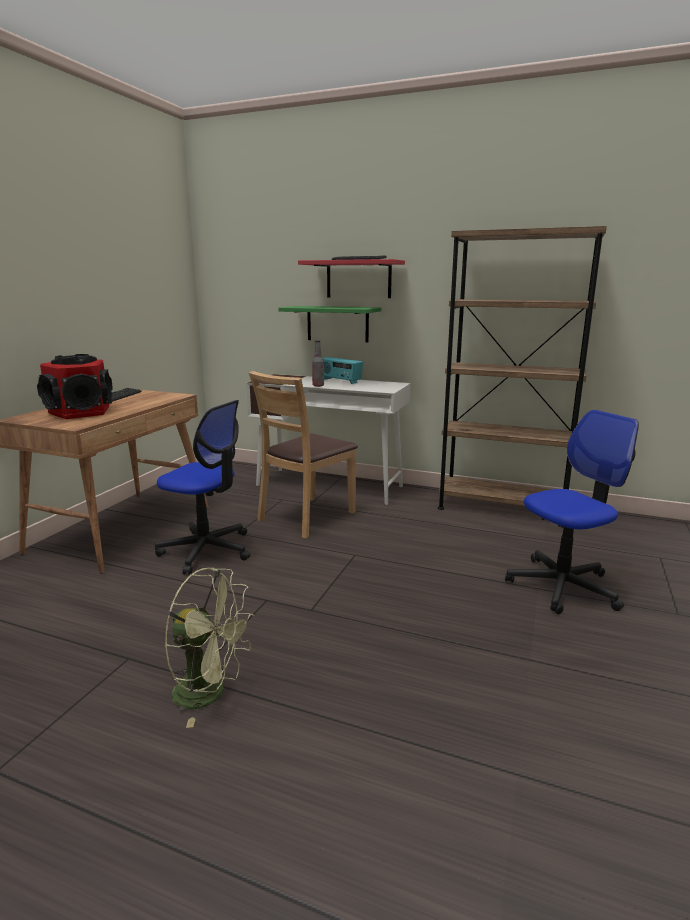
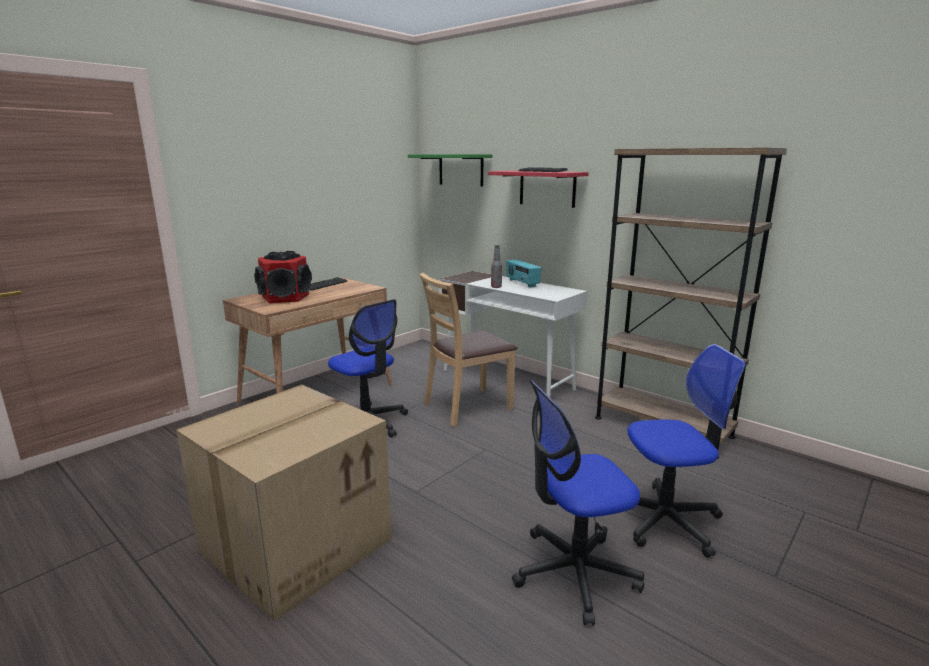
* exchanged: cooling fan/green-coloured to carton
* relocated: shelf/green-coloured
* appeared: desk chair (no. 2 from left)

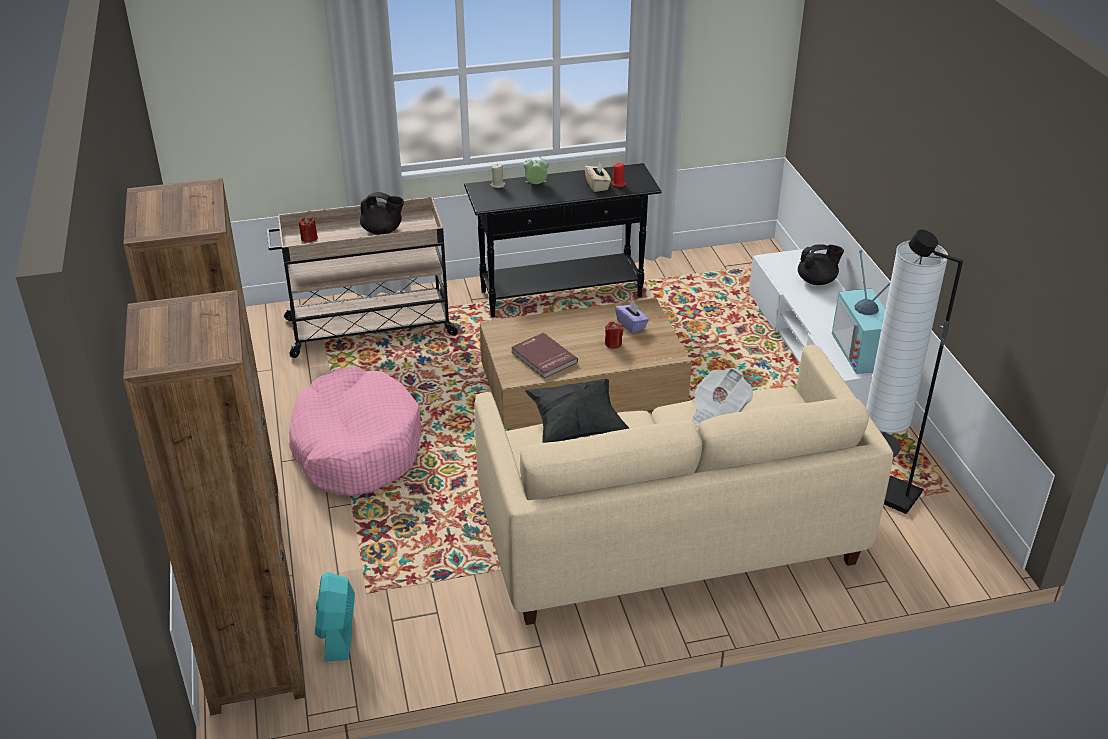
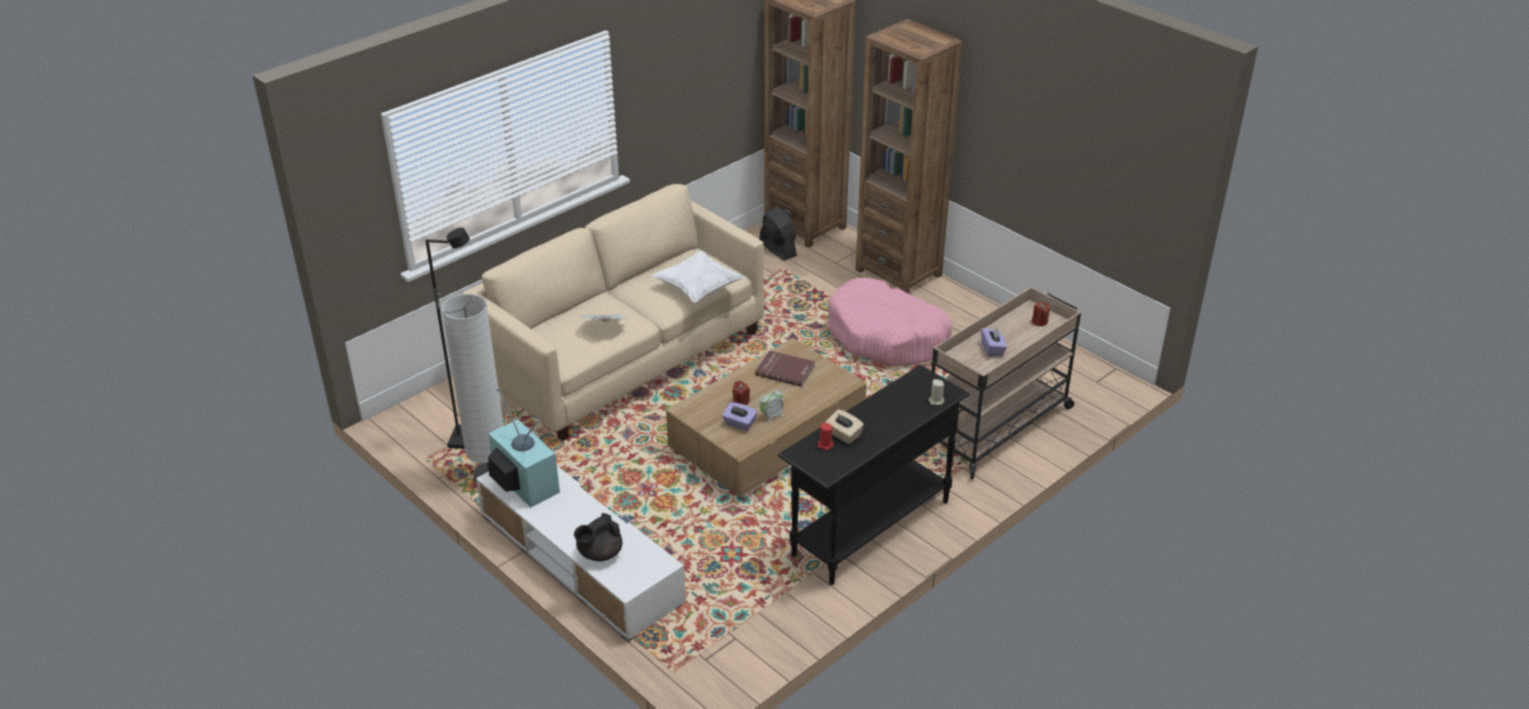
* colour: throw pillow/black to throw pillow/white-coloured
* colour: cooling fan/blue-green to cooling fan/black
* relocated: alarm clock
* exchanged: tea pot/black (no. 1 from left) to tissue holder/purplish (no. 2 from left)

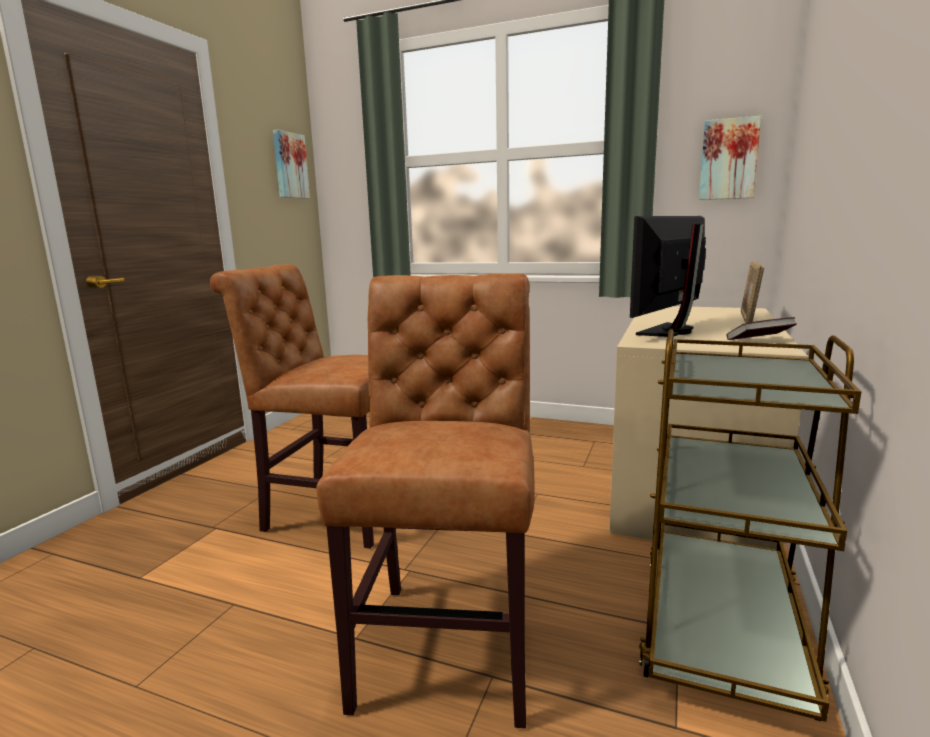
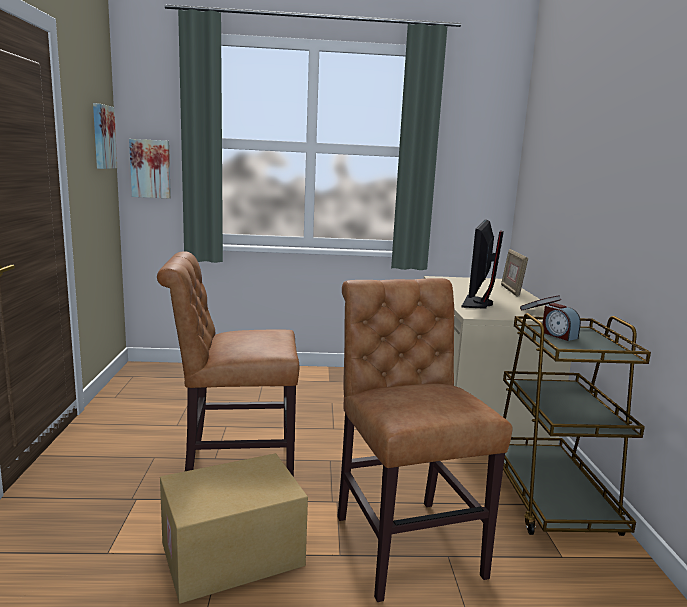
* relocated: wall art (no. 2 from left)
* appeared: carton
* appeared: alarm clock

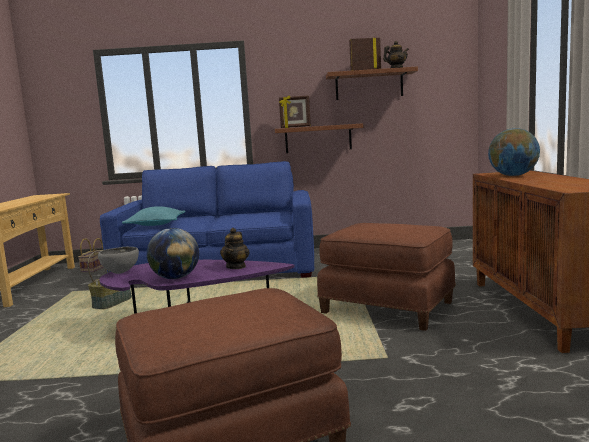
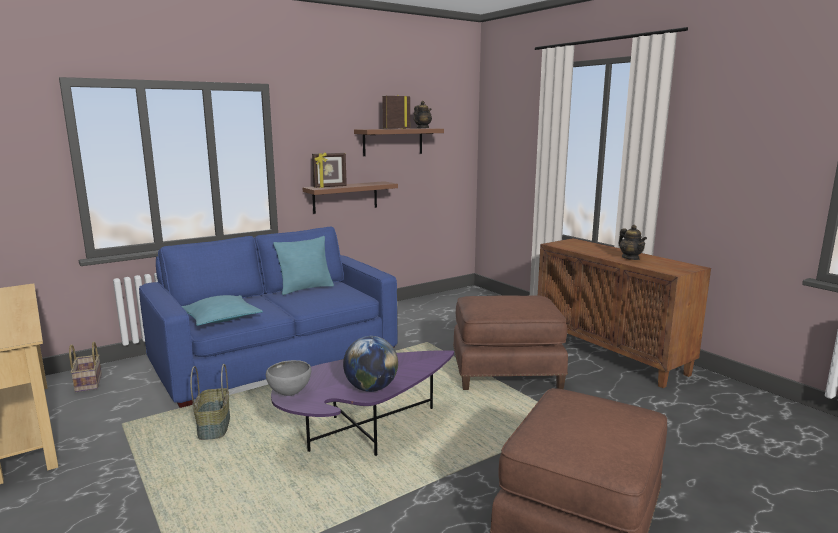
* appeared: throw pillow/blue-green (no. 2 from left)
* relocated: tea pot (no. 1 from left in the first image) to tea pot (no. 2 from left)
* missing: world globe (no. 2 from left)

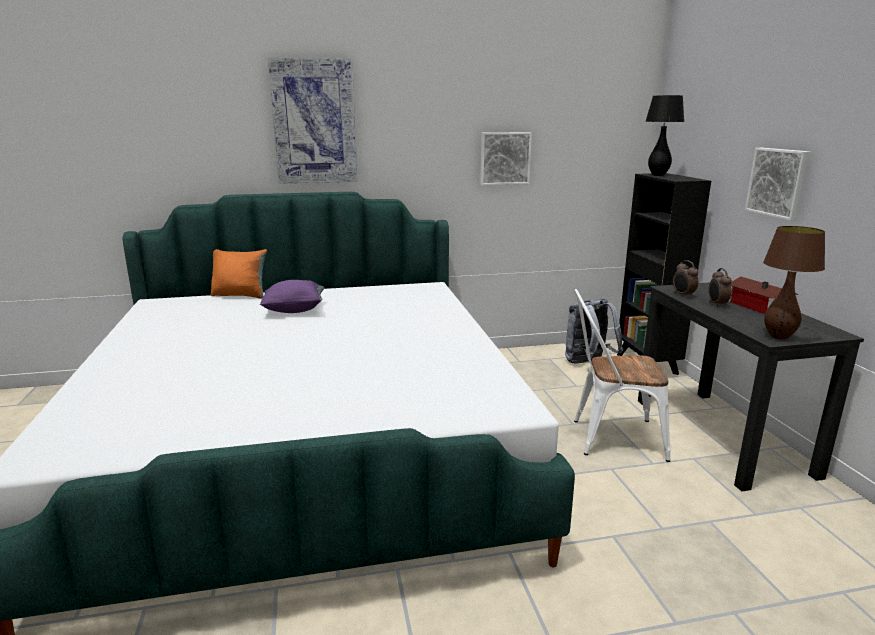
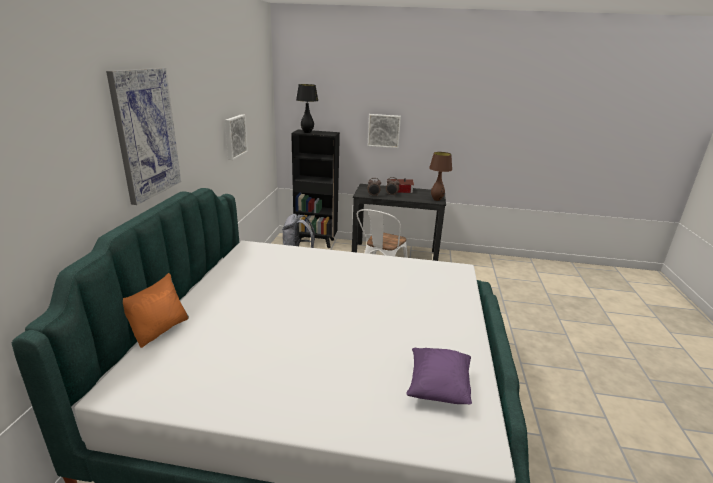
* relocated: throw pillow/purplish

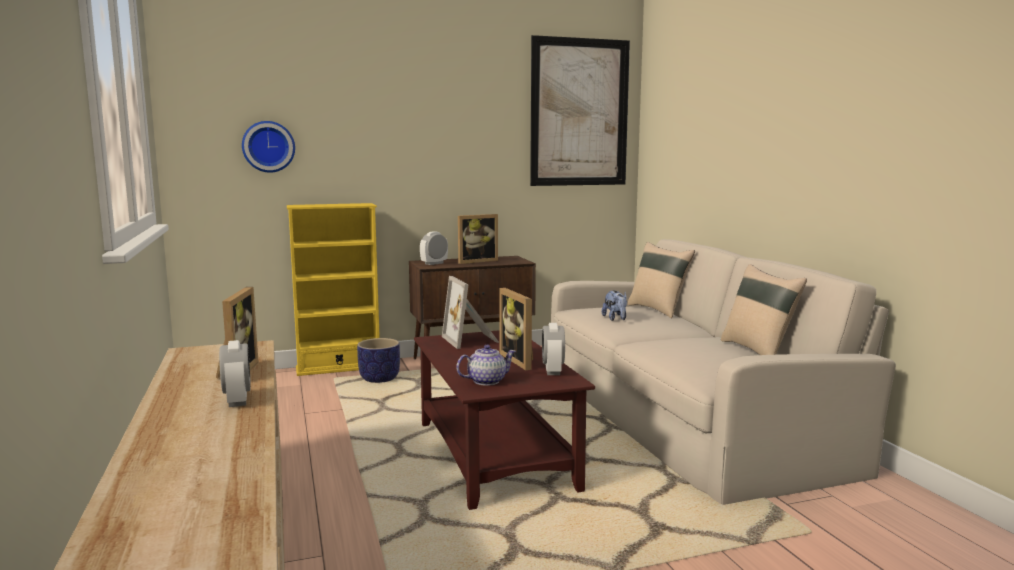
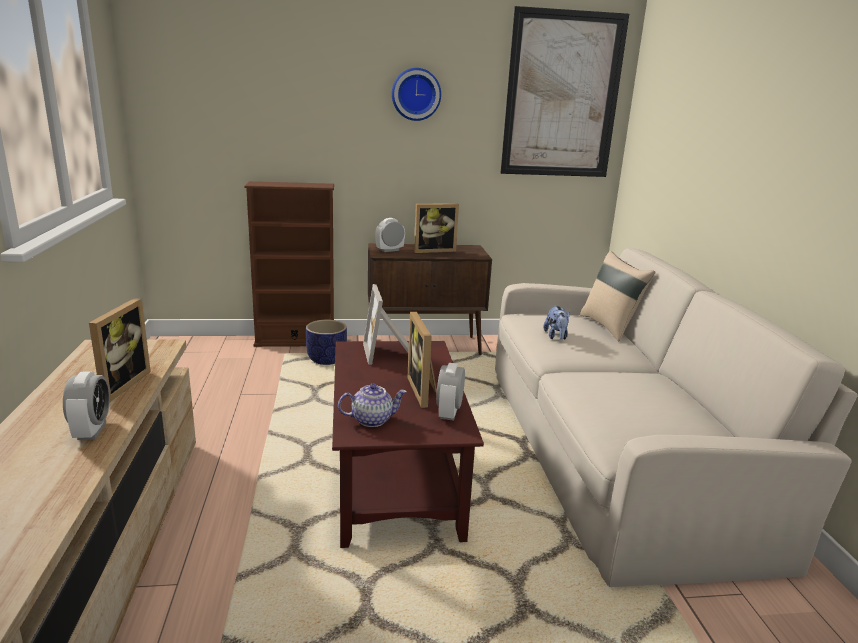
* colour: shelving unit/yellow to shelving unit/brown-coloured
* relocated: hanging clock
* missing: throw pillow/beige-coloured (no. 2 from left)

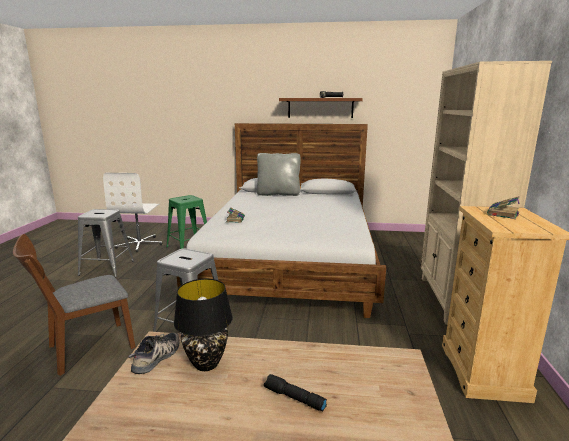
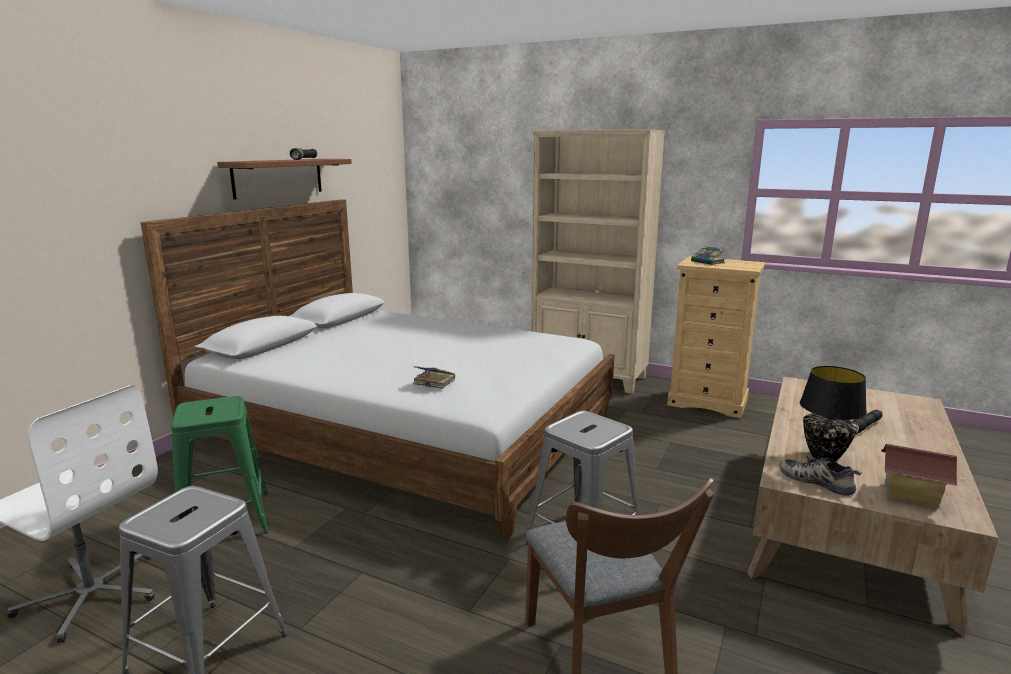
* appeared: toy house
* missing: throw pillow/gray

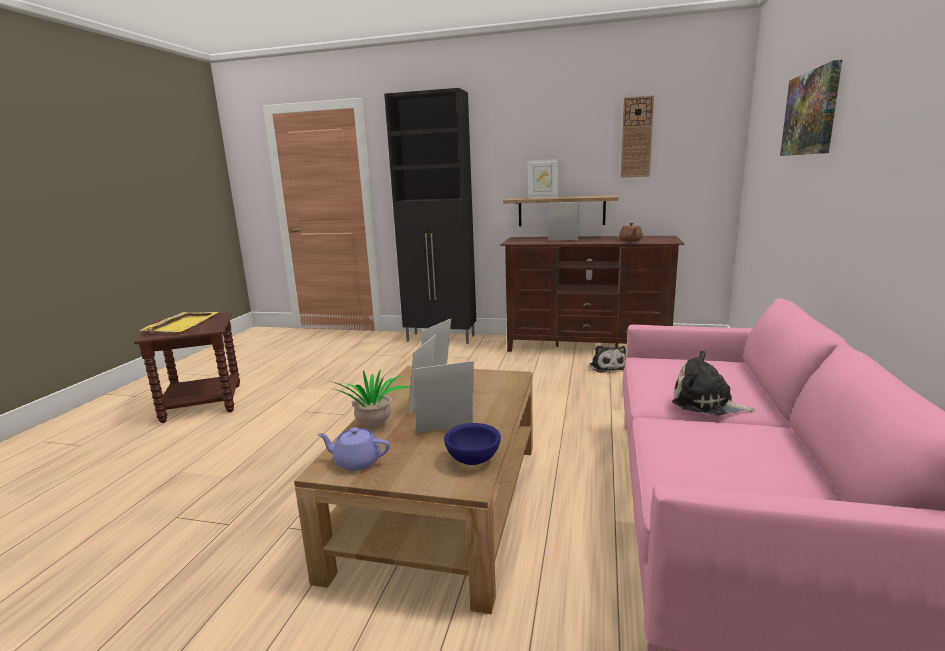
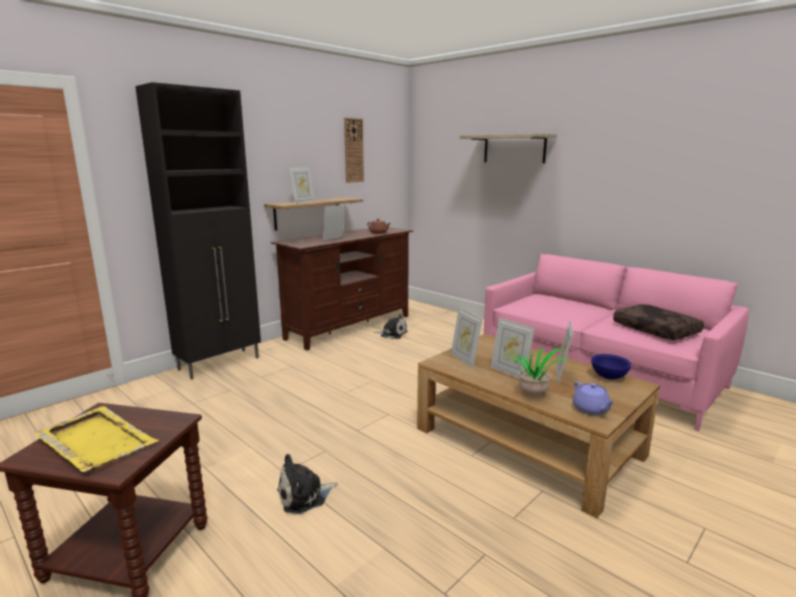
* relocated: cuddly toy (no. 2 from left in the first image) to cuddly toy (no. 1 from left)
* exchanged: wall art to shelf (no. 2 from left)
* spun: tea pot/purplish 60 degrees counterclockwise
* appeared: throw pillow/brown-coloured

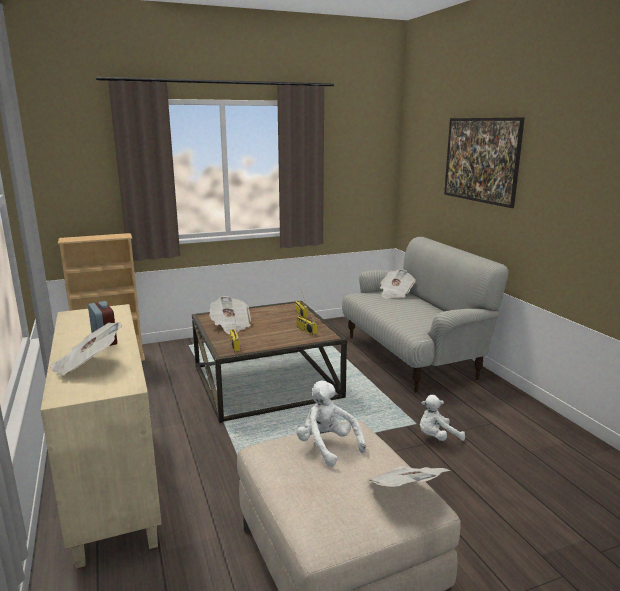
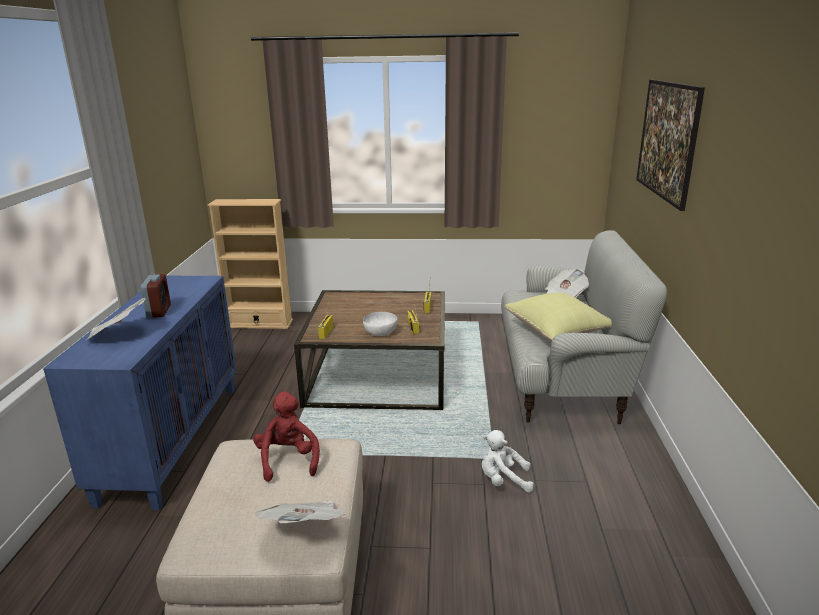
* colour: storage cabinet/beige-coloured to storage cabinet/blue-coloured
* colour: cuddly toy/white-coloured (no. 1 from left) to cuddly toy/red-coloured
* appeared: serving bowl/white-coloured
* appeared: throw pillow/yellow
* missing: daily paper (no. 2 from left)

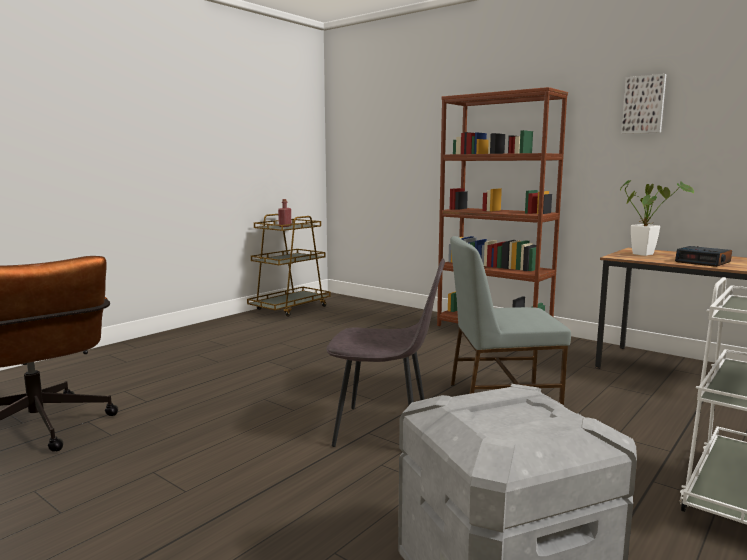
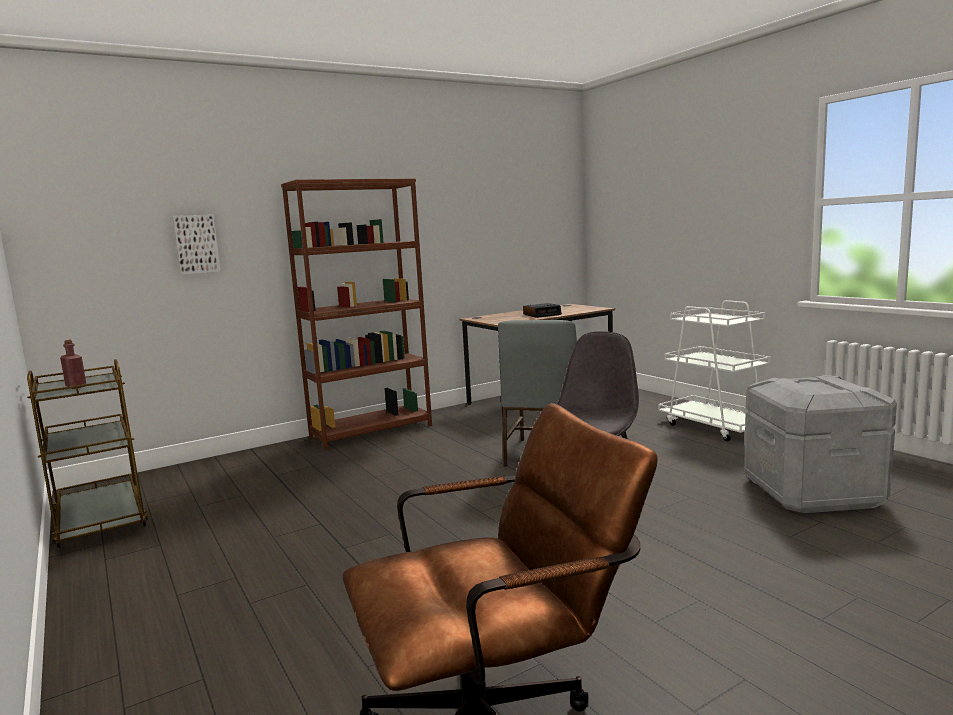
* relocated: wall art
* missing: plant in a pot

